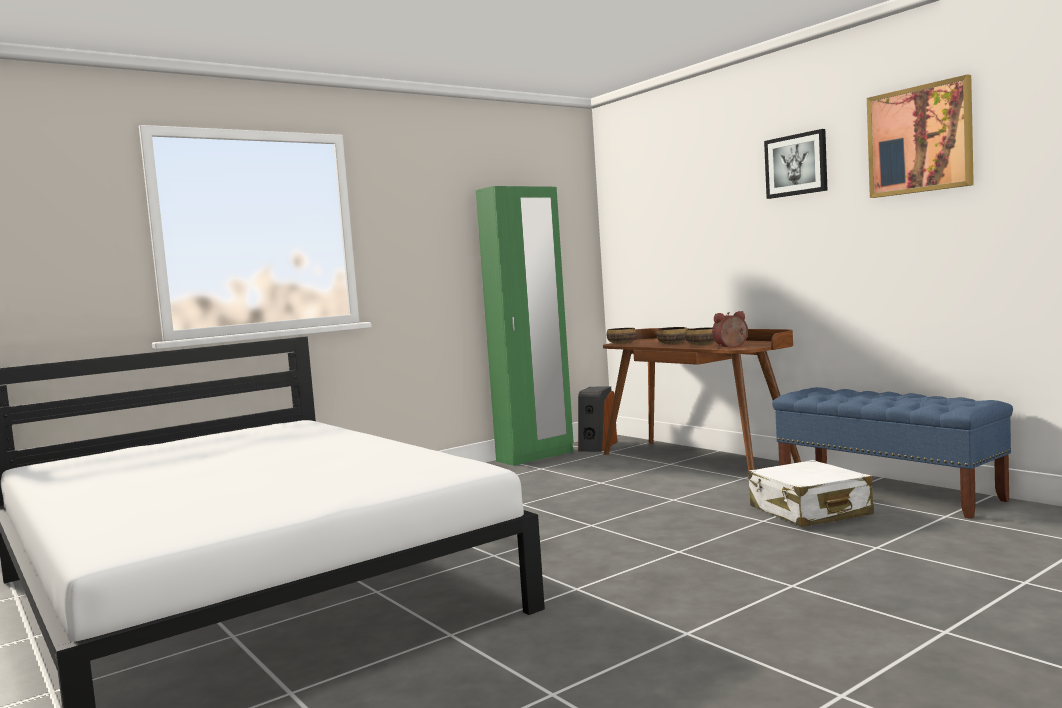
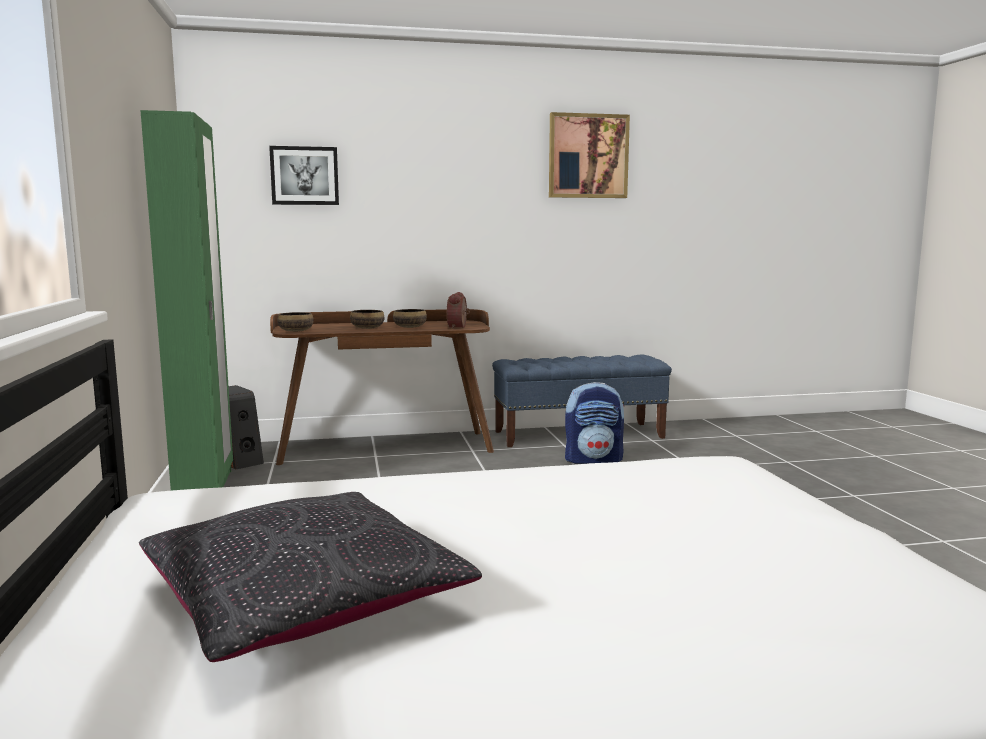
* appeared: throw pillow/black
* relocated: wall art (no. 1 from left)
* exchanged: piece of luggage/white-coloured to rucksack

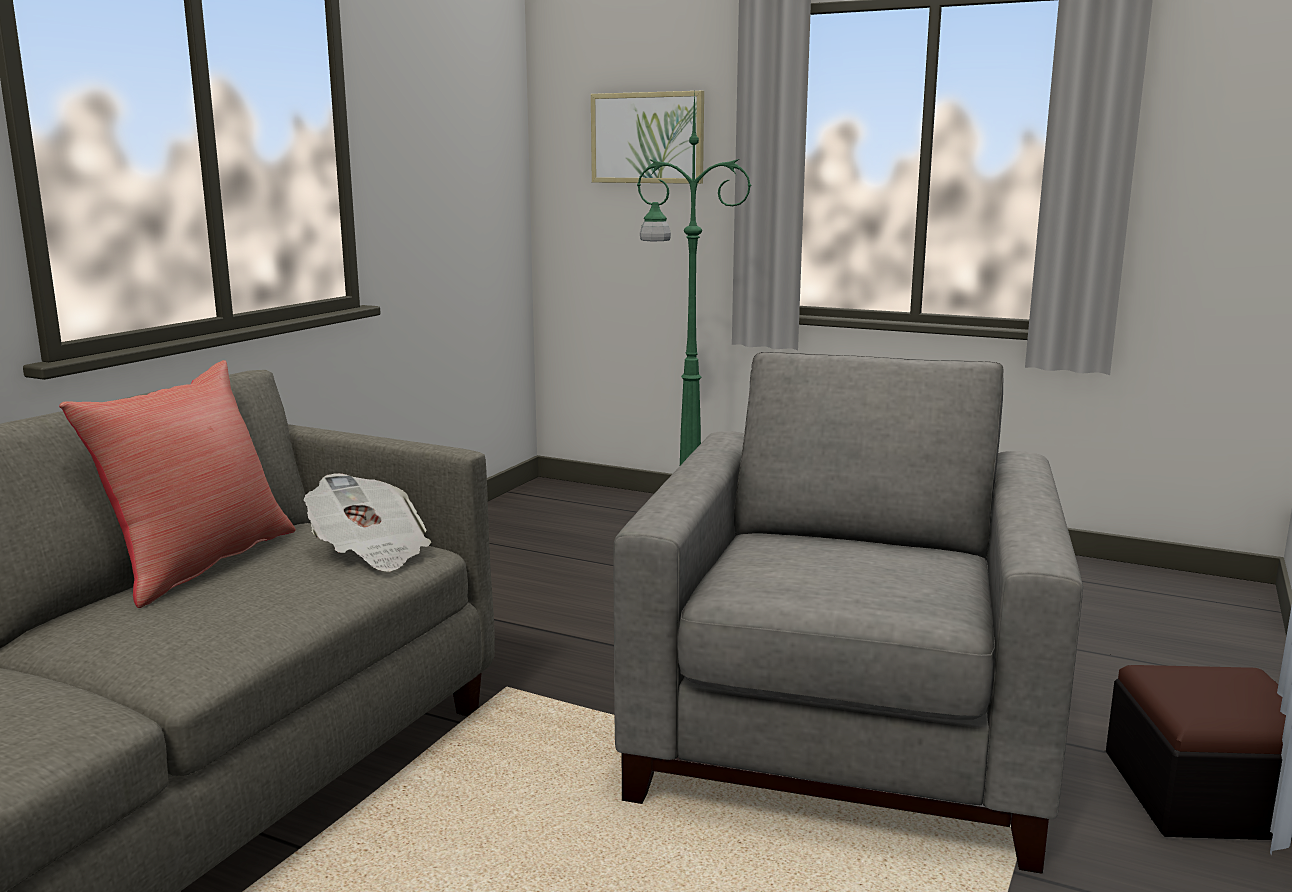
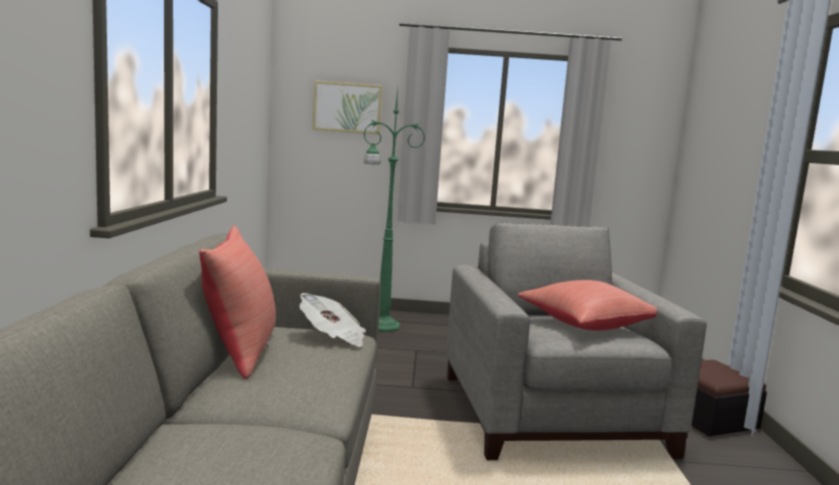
* appeared: throw pillow/red-coloured (no. 2 from left)

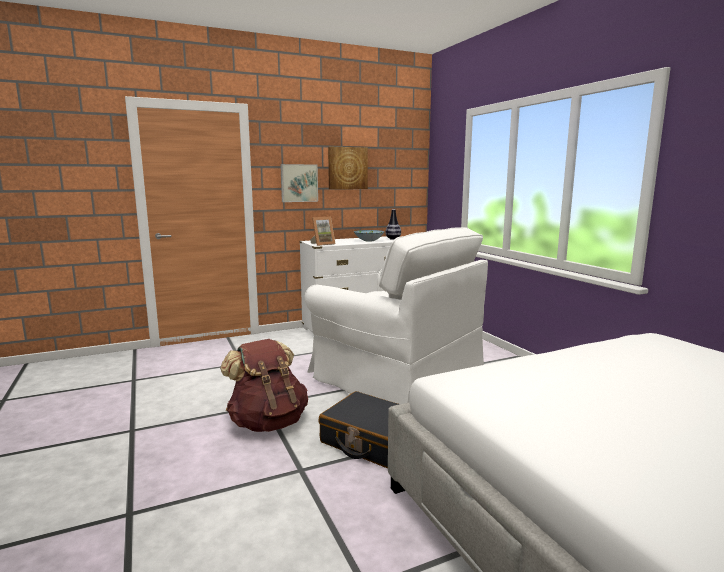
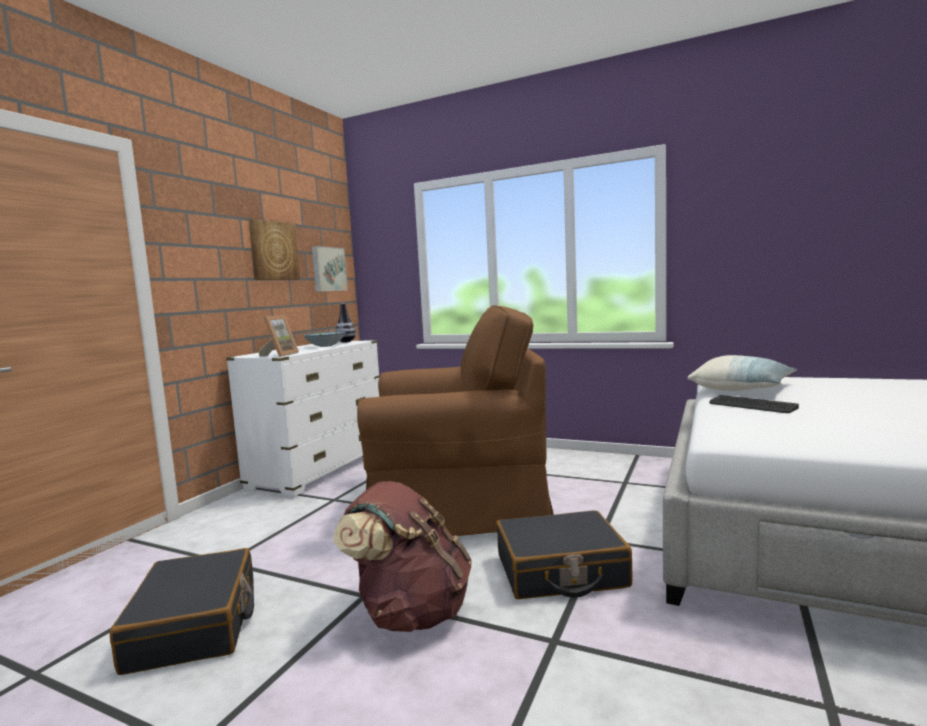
* appeared: piece of luggage/black (no. 1 from left)
* relocated: wall art (no. 1 from left in the first image) to wall art (no. 2 from left)
* colour: lounge chair/white-coloured to lounge chair/brown-coloured
* appeared: throw pillow
* appeared: PC keyboard

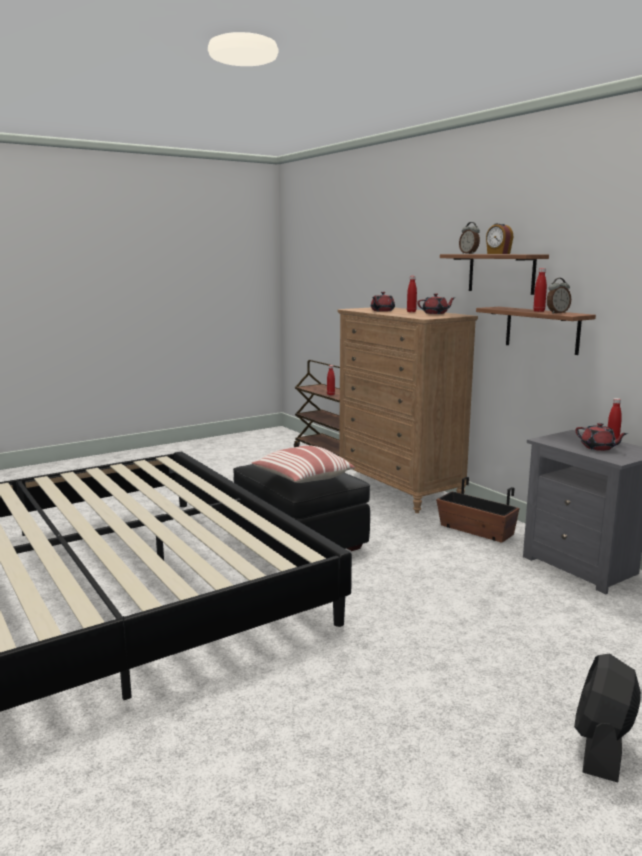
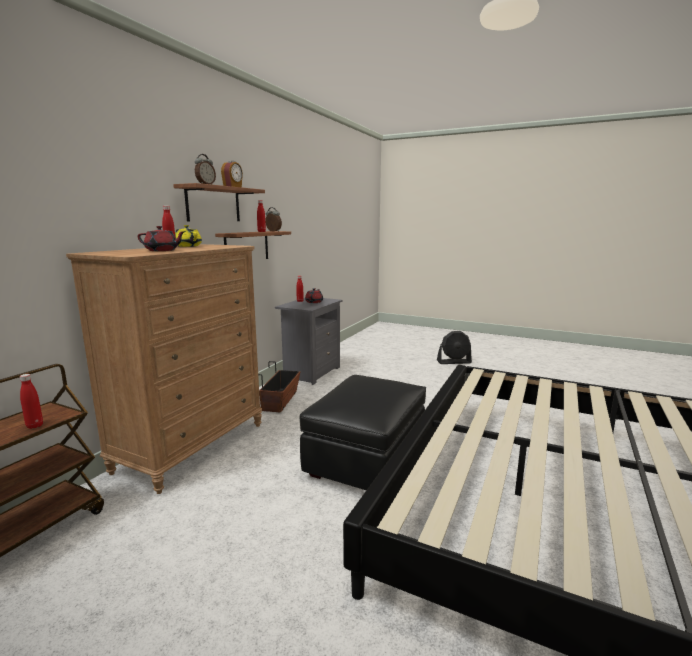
* colour: tea pot/red-coloured (no. 2 from left) to tea pot/yellow
* missing: throw pillow

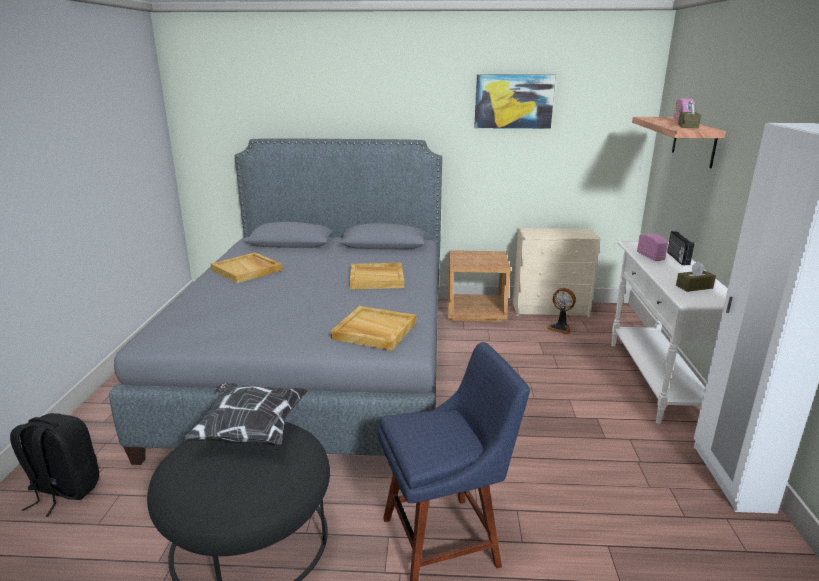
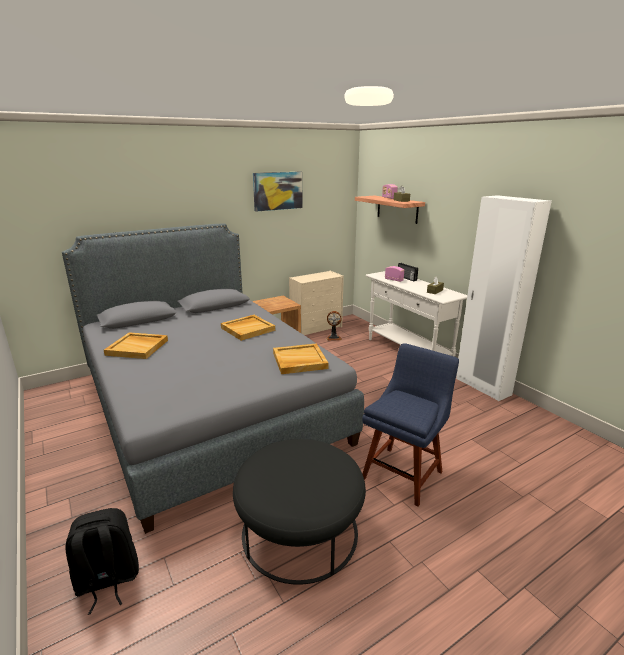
* missing: throw pillow

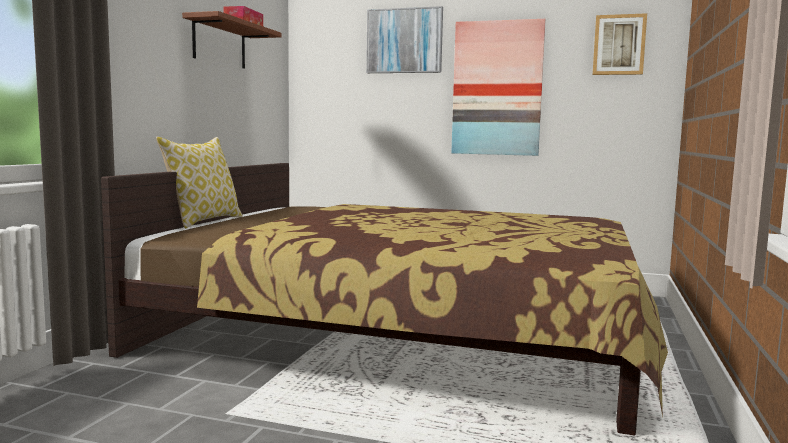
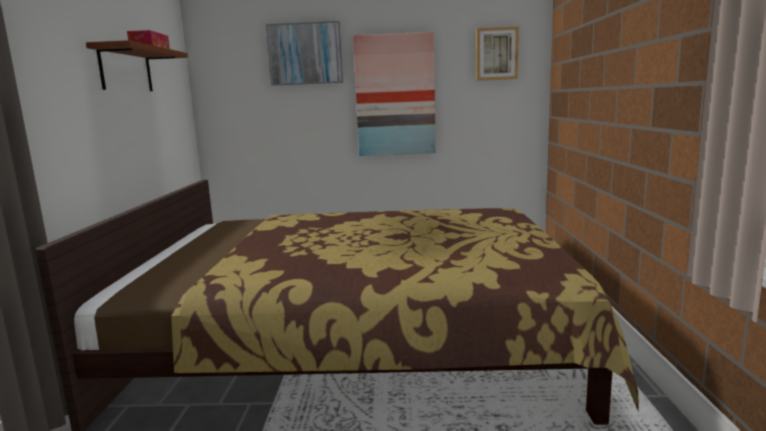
* missing: throw pillow

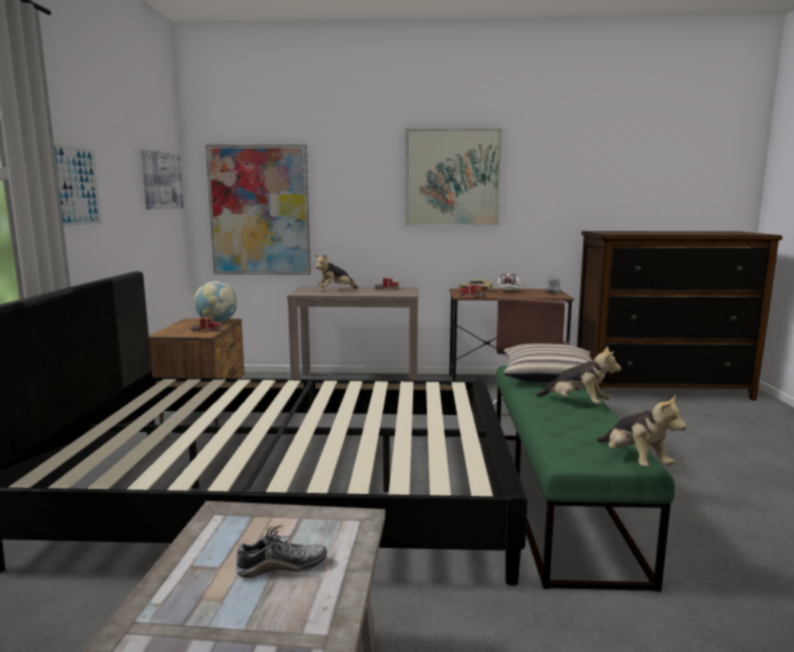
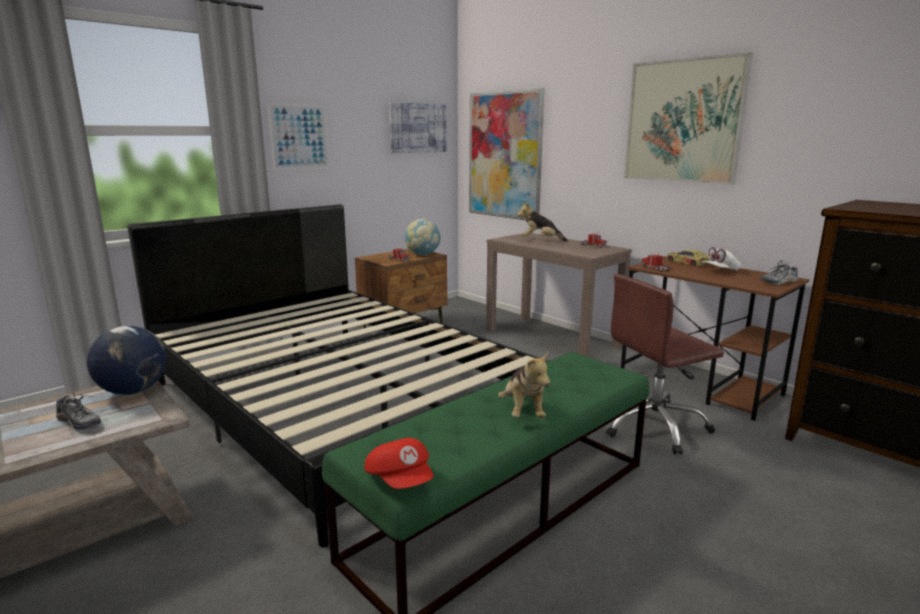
* appeared: world globe (no. 1 from left)
* exchanged: cuddly toy (no. 3 from left) to cap/red-coloured
* missing: throw pillow

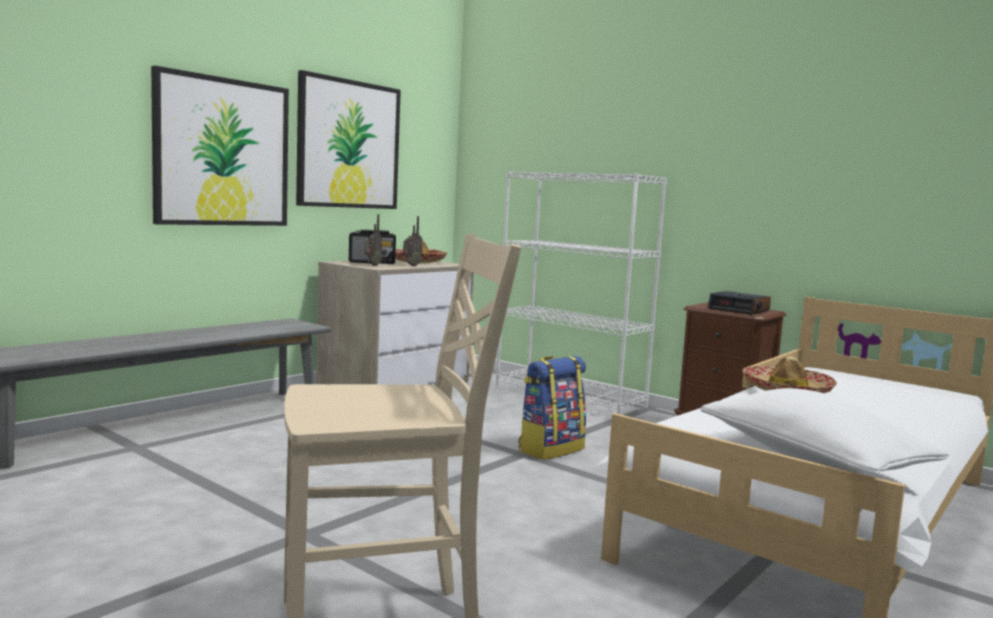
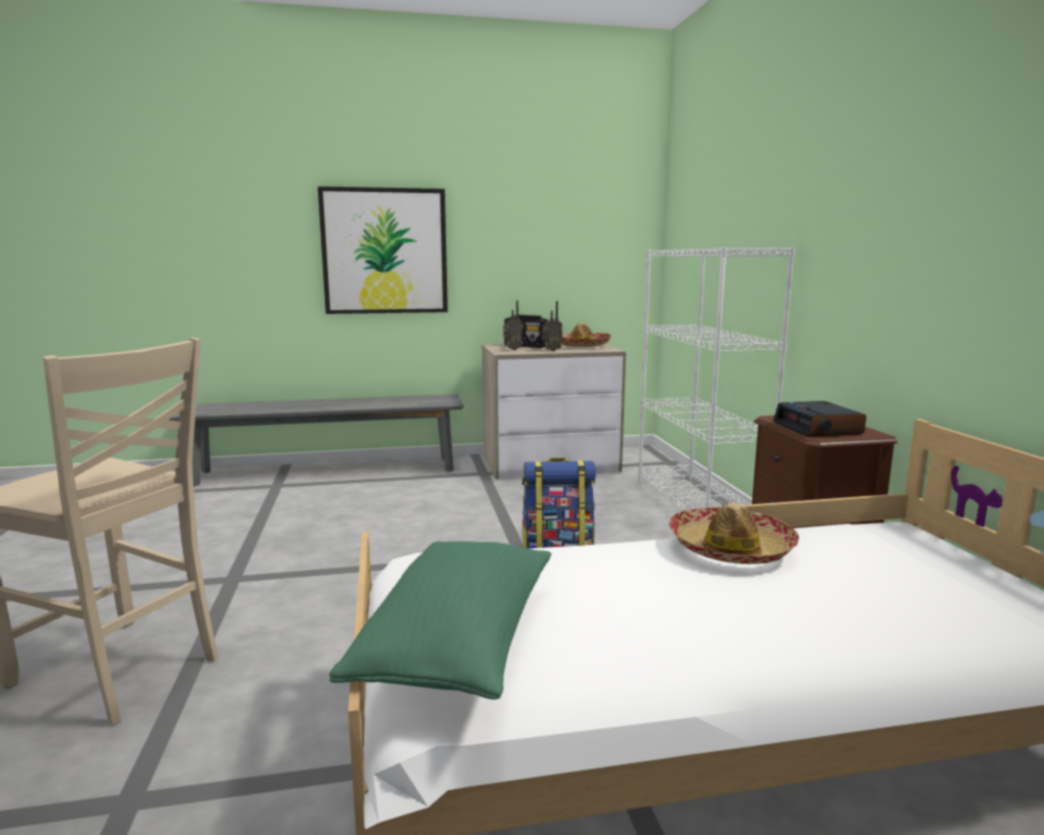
* colour: throw pillow/white-coloured to throw pillow/green-coloured
* missing: wall art (no. 2 from left)

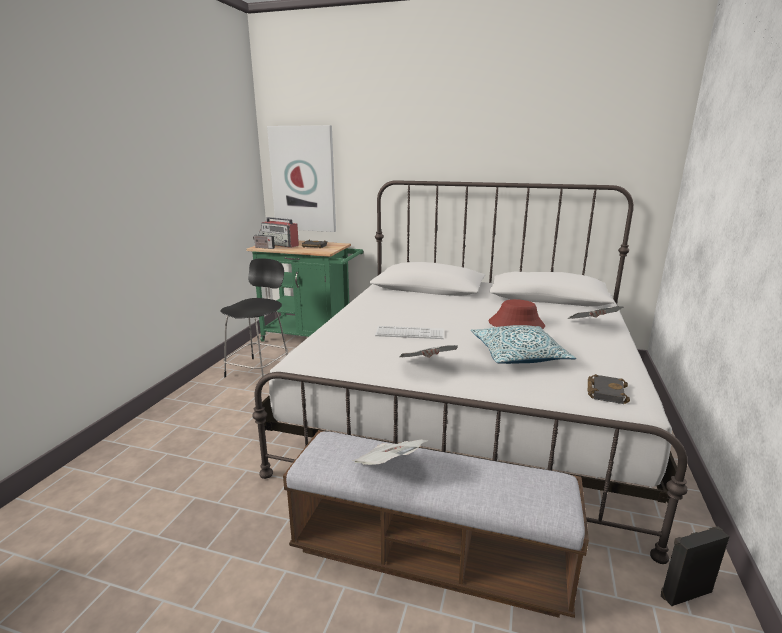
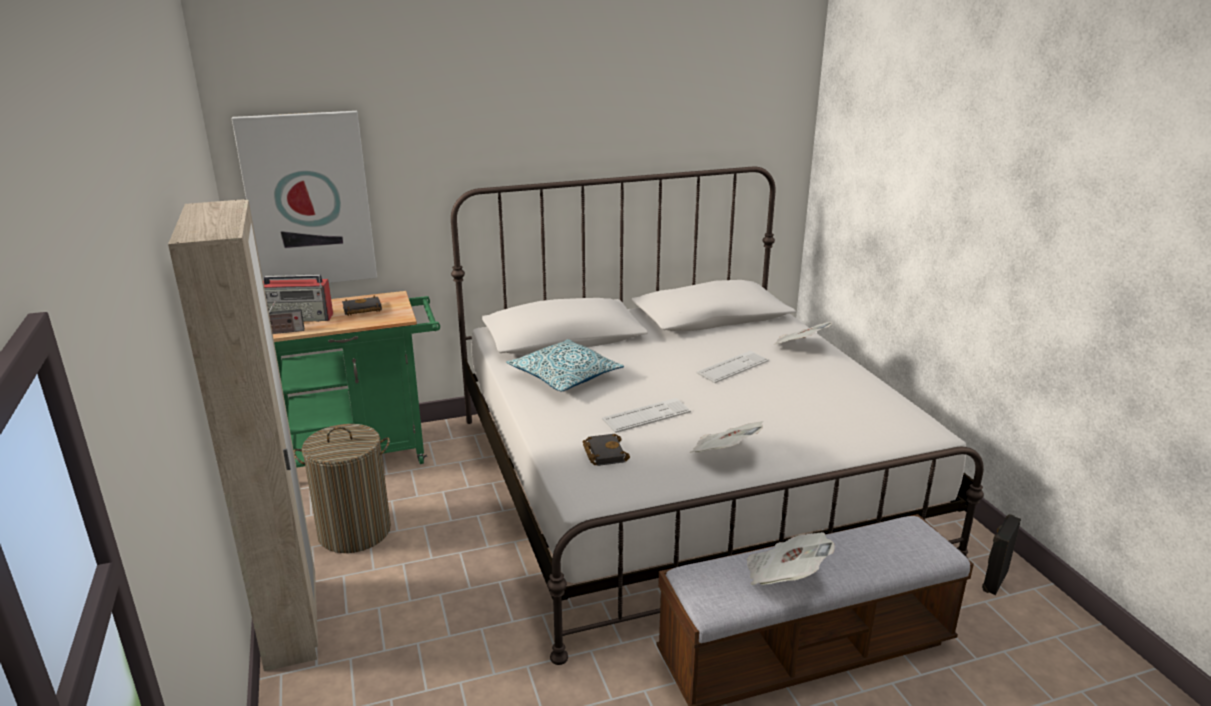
* appeared: armoire/beige-coloured
* exchanged: upright chair/black to laundry basket
* relocated: throw pillow
* relocated: book/black (no. 2 from left)
* exchanged: clothing hat/red-coloured to PC keyboard (no. 2 from left)

